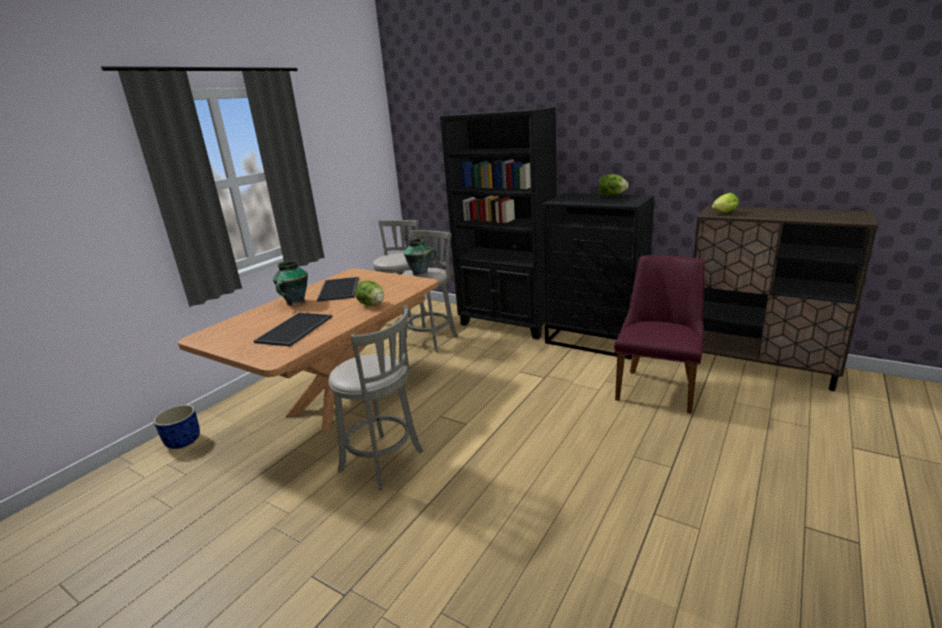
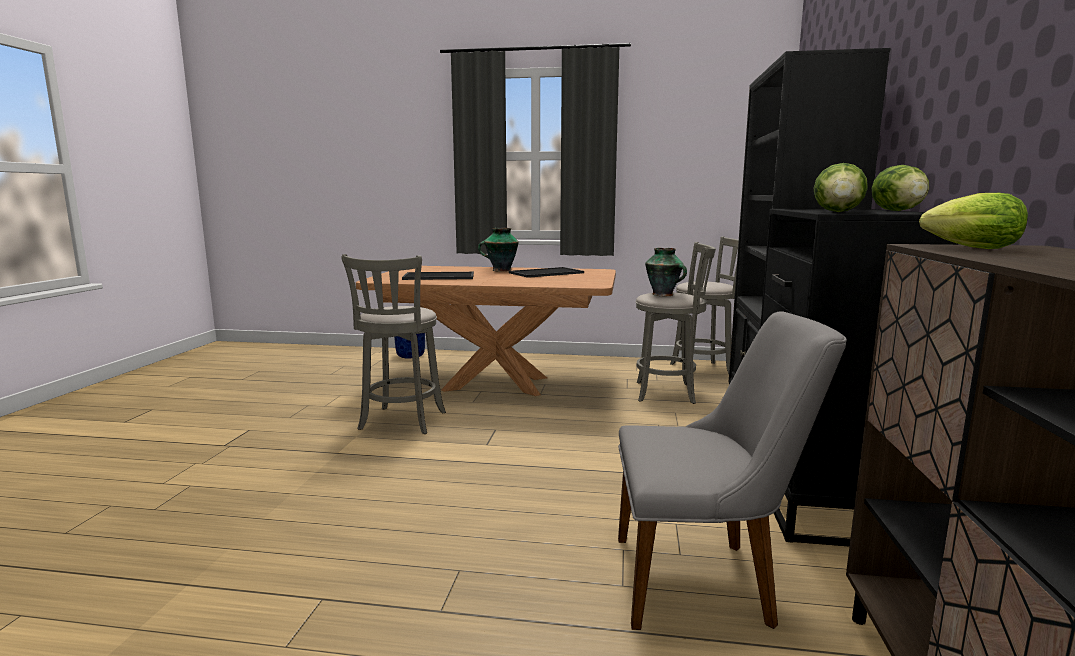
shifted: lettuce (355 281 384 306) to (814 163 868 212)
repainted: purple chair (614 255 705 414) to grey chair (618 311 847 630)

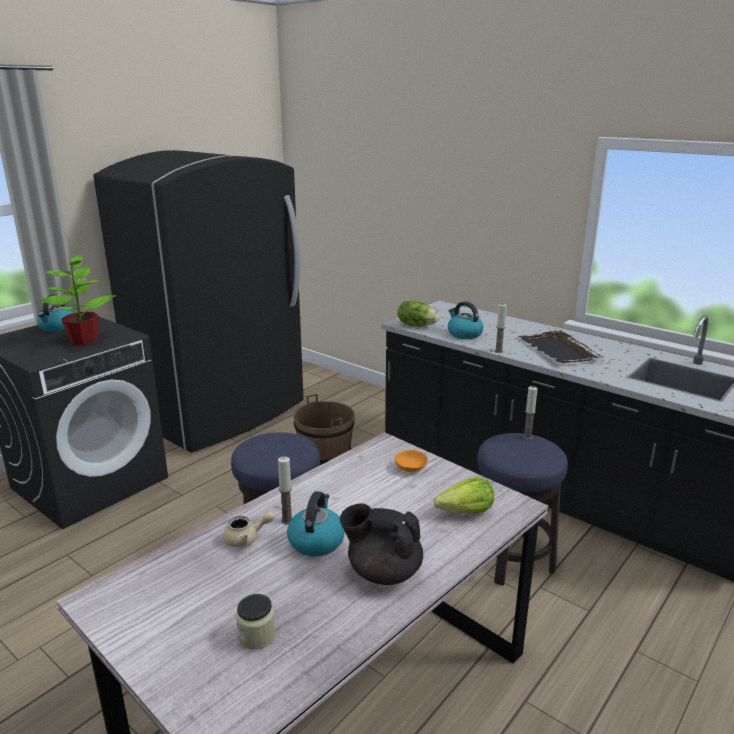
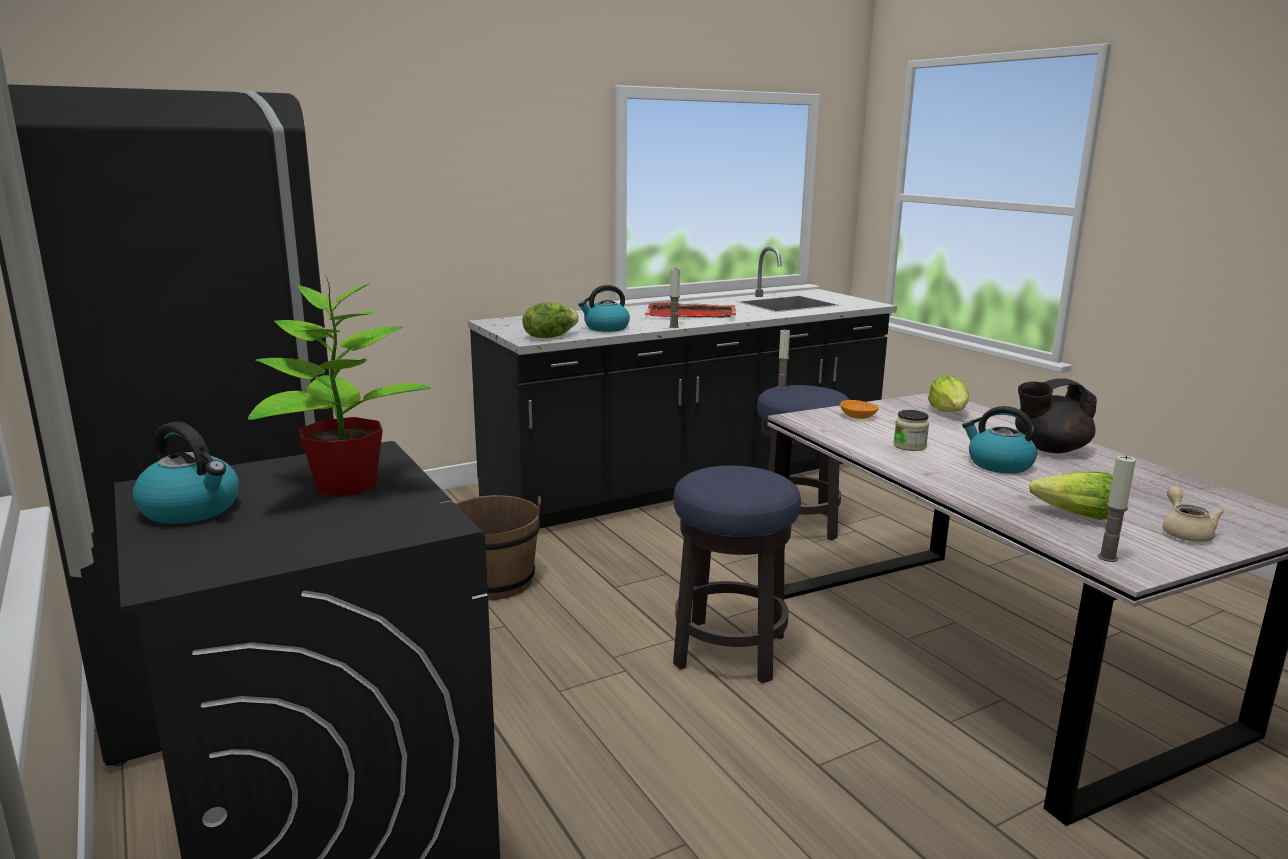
new: lettuce (1029 472 1113 520)
shifted: beige teapot (223 511 275 547) to (1163 487 1225 542); jar (236 594 276 650) to (893 410 929 451); candle (278 457 292 525) to (1098 455 1136 562)
repainted: black tray (518 330 603 363) to red tray (645 303 736 318)
rotated: black teapot (340 504 423 585) = (1015 379 1097 453) 45 degrees clockwise

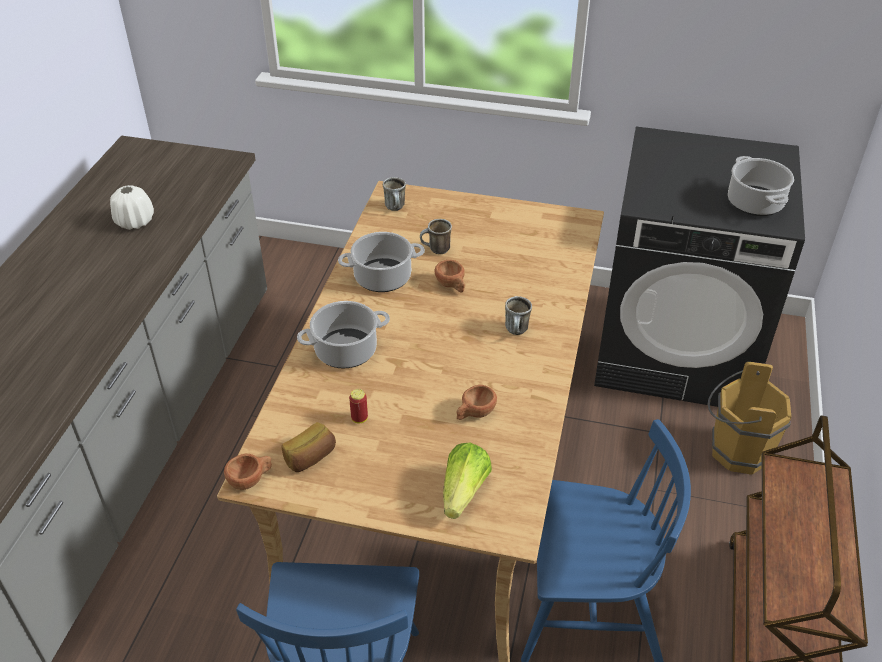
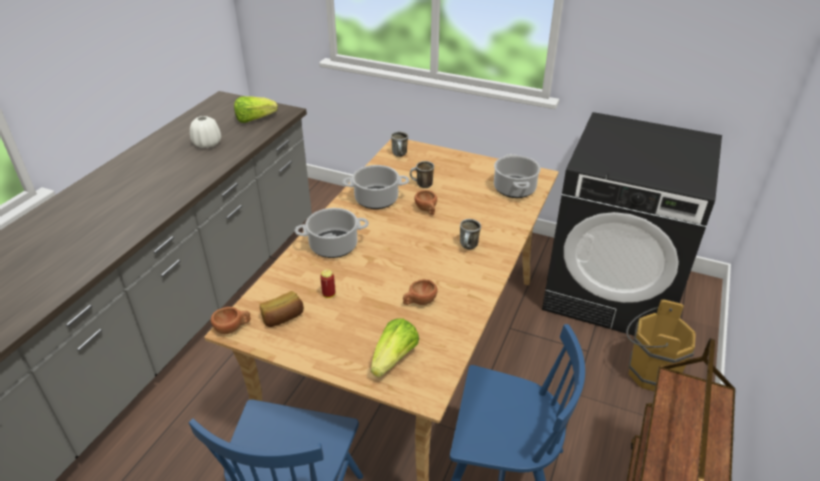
new: lettuce (234 96 278 123)
shifted: cooking pot (728 156 794 216) to (494 154 541 198)

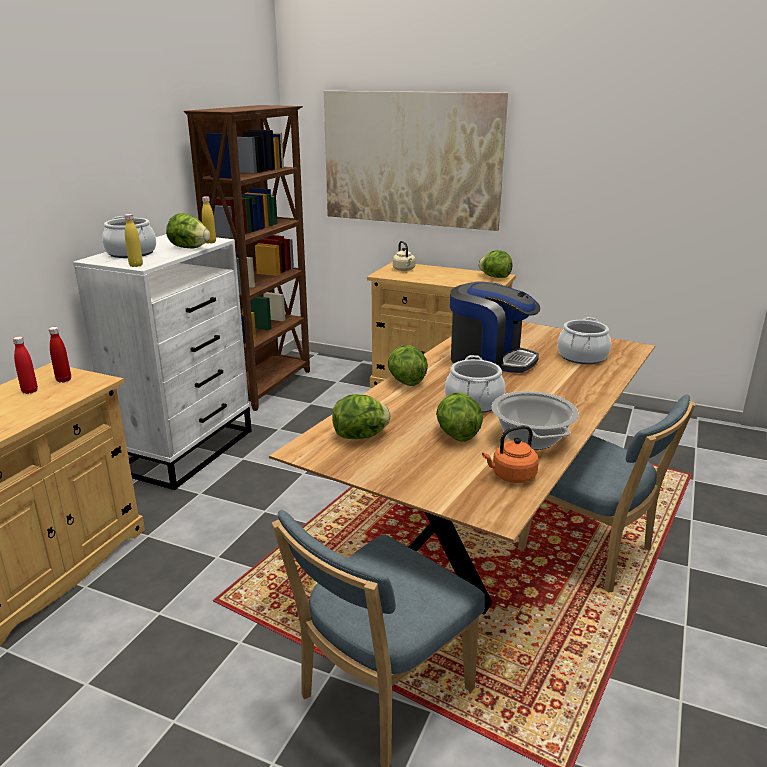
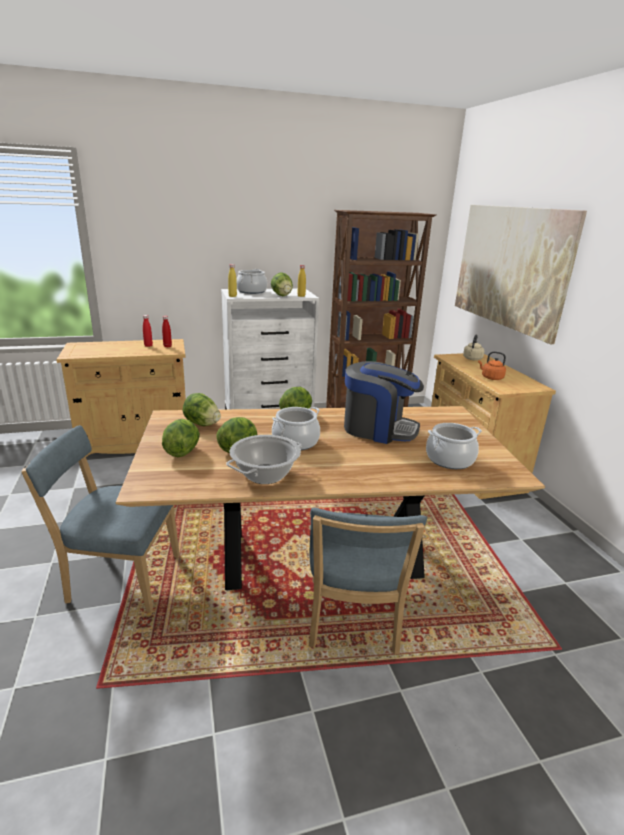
shifted: lettuce (478 250 513 278) to (162 419 200 457); orange kettle (482 425 539 483) to (478 351 506 380)
rotated: coffee machine (450 282 540 373) = (344 361 424 444) 60 degrees counterclockwise

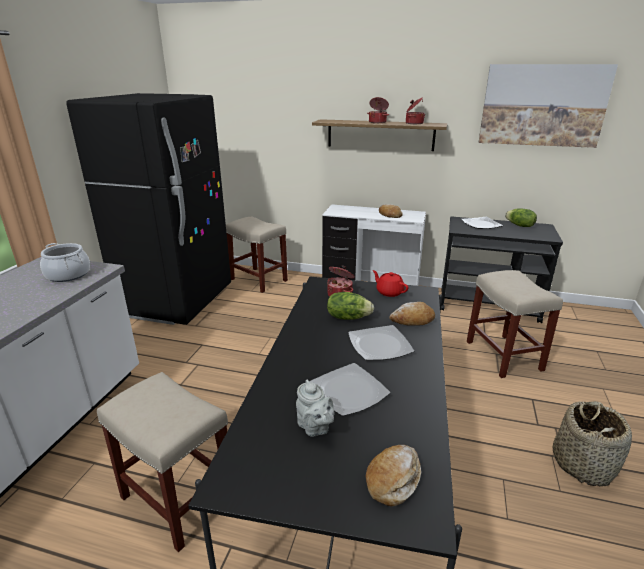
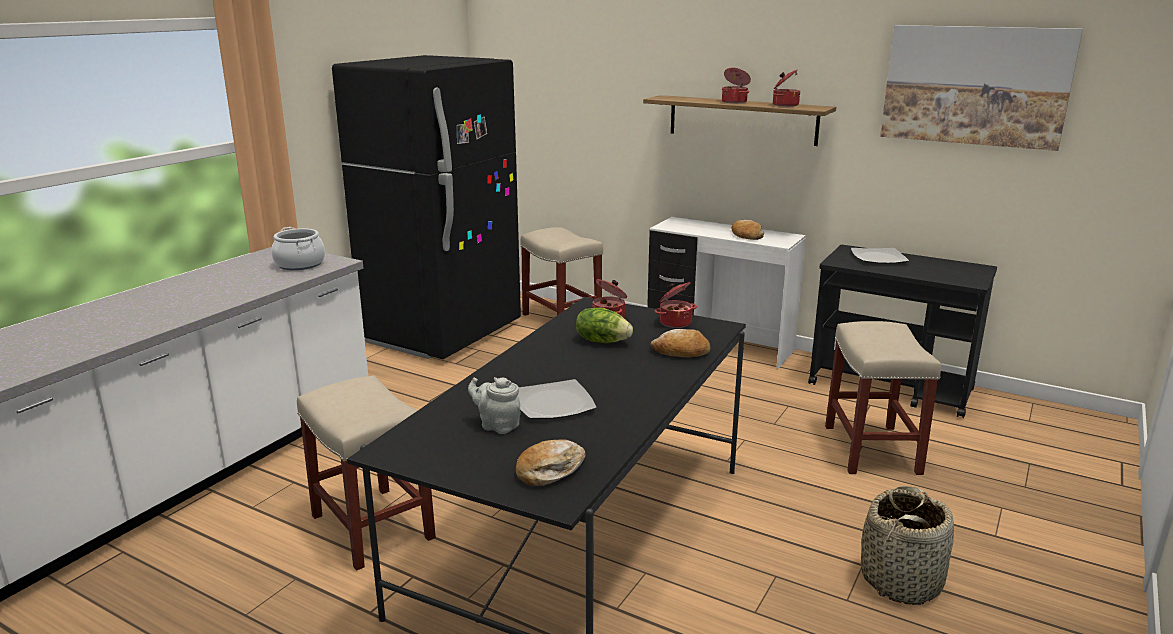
gone: plate (348 325 414 361); lettuce (505 208 537 227)
swapped: red teapot (372 270 409 297) to cooking pot (655 282 697 328)
rotated: grey teapot (296 380 335 437) = (468 377 521 434) 135 degrees clockwise

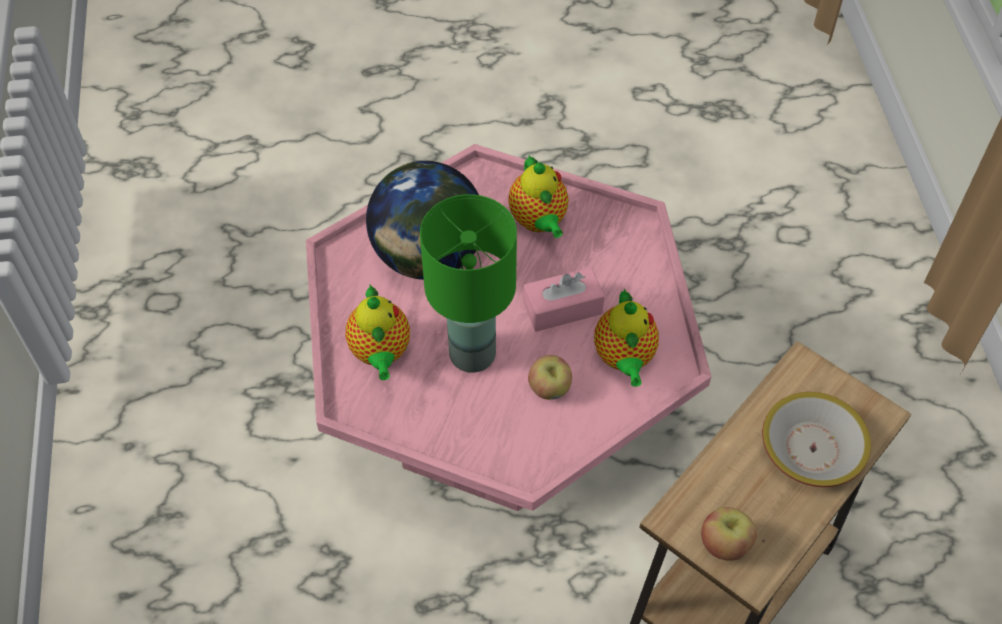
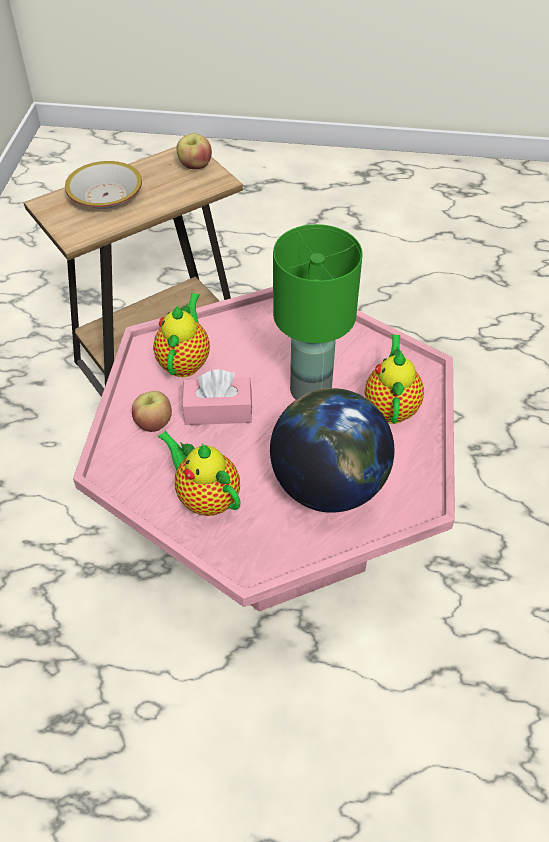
shifted: apple (528 355 572 400) to (132 391 172 432)
rotated: teapot (508 155 569 238) = (158 431 241 516) 45 degrees counterclockwise

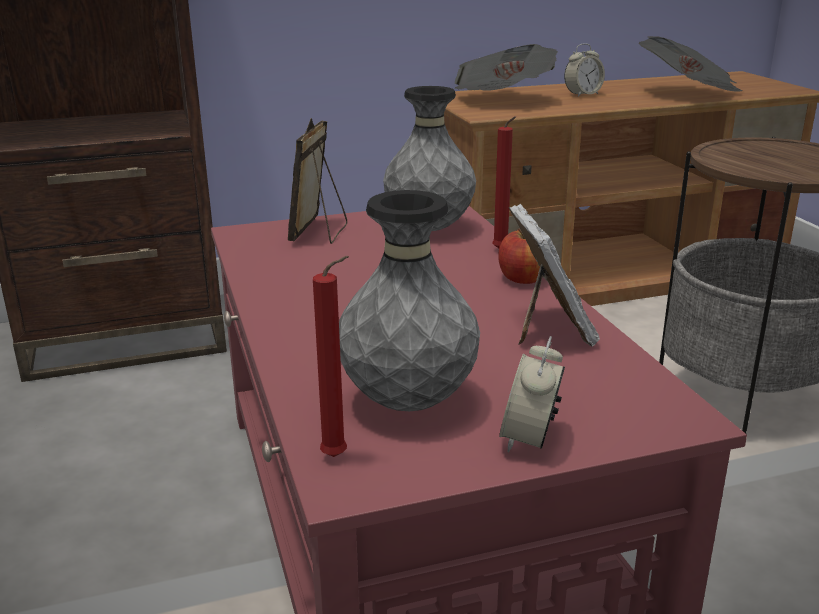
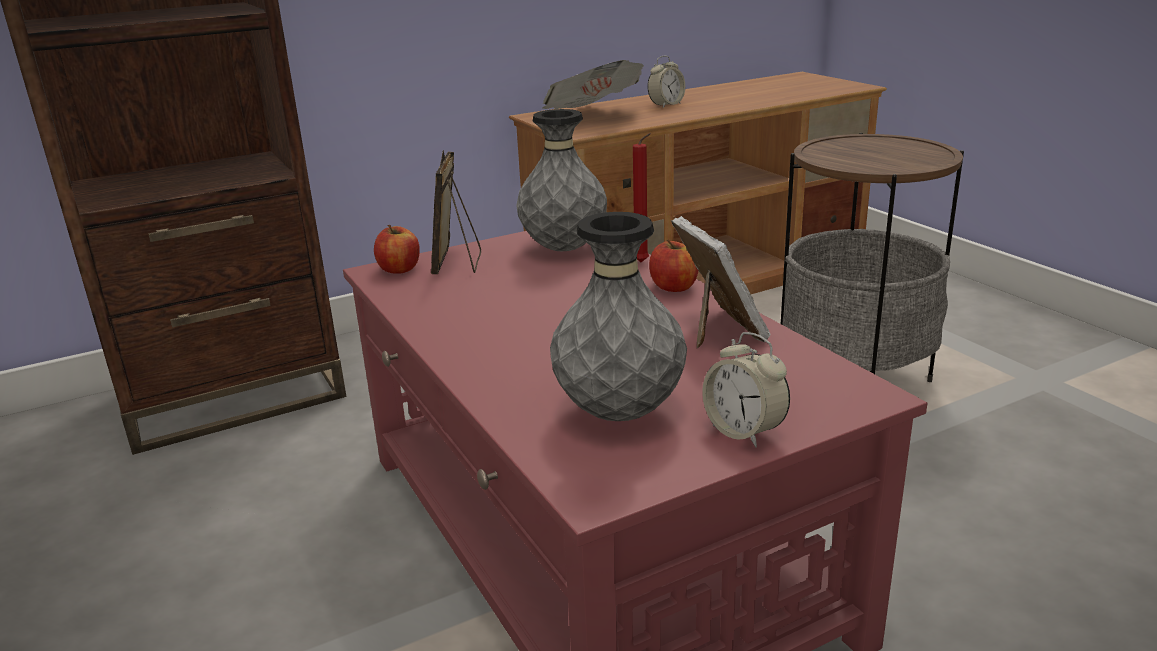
gone: red candle (313 256 349 457); newspaper (639 36 742 92)
new: apple (374 224 420 274)
rotated: alarm clock (499 336 565 453) = (702 332 790 447) 45 degrees counterclockwise

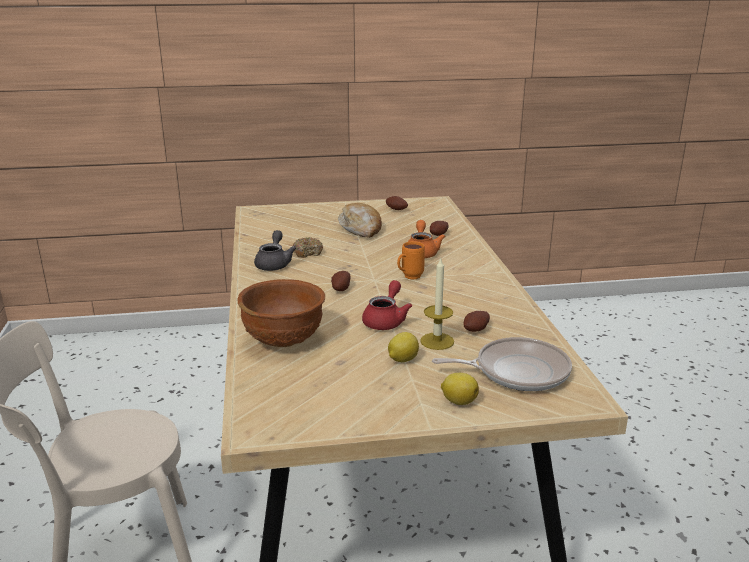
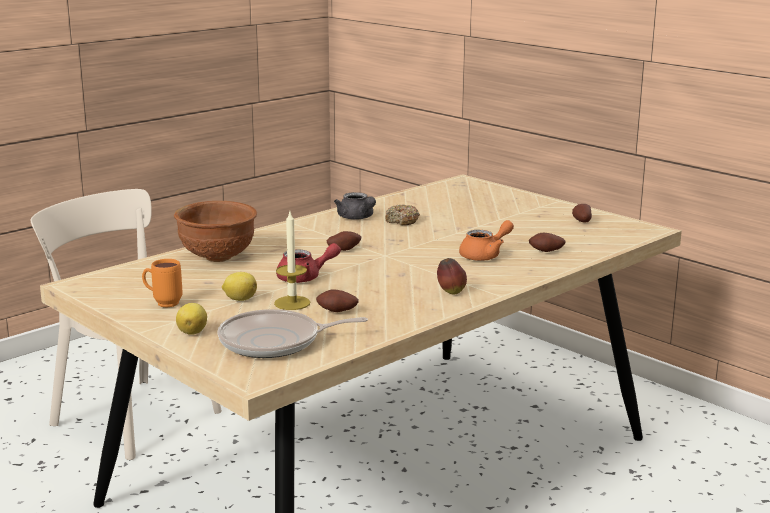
gone: bread (338 203 382 238)
new: apple (437 258 467 294)
shifted: orange mug (397 241 425 280) to (142 259 182 308)
rotated: grey teapot (254 230 296 271) = (334 192 376 220) 90 degrees clockwise; frying pan (432 337 572 391) = (218 309 368 358) 120 degrees clockwise

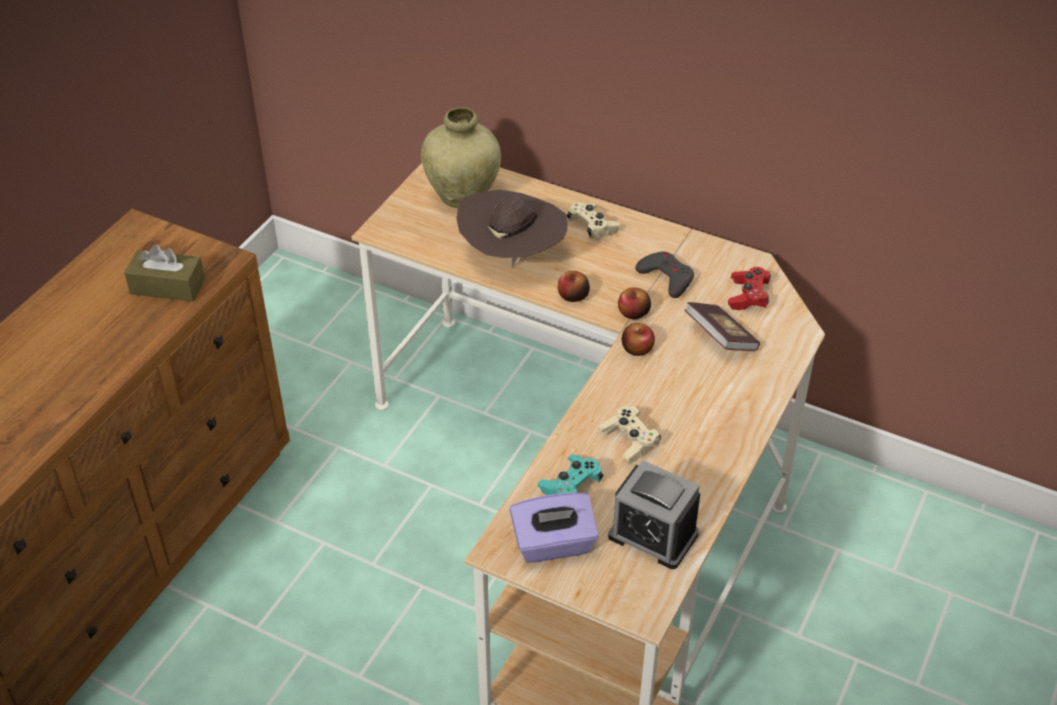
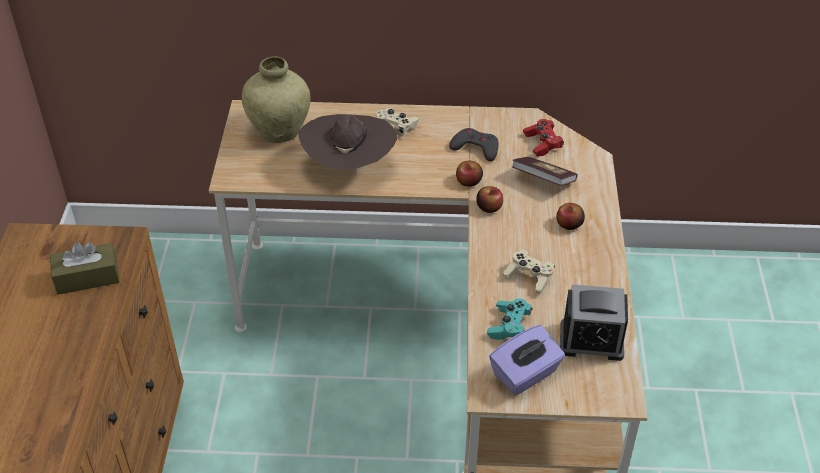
shifted: apple (558 271 590 302) to (556 203 585 230)

